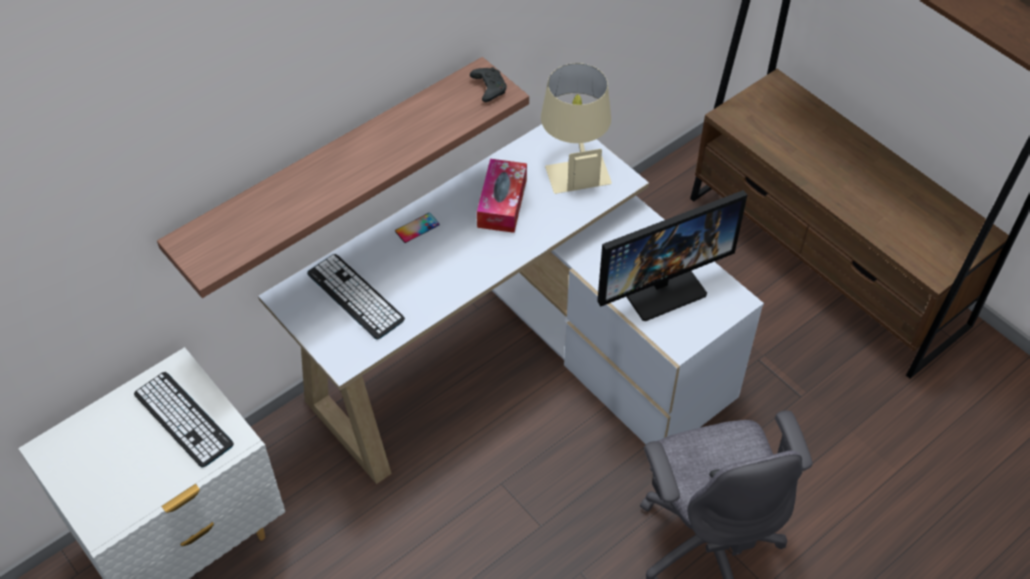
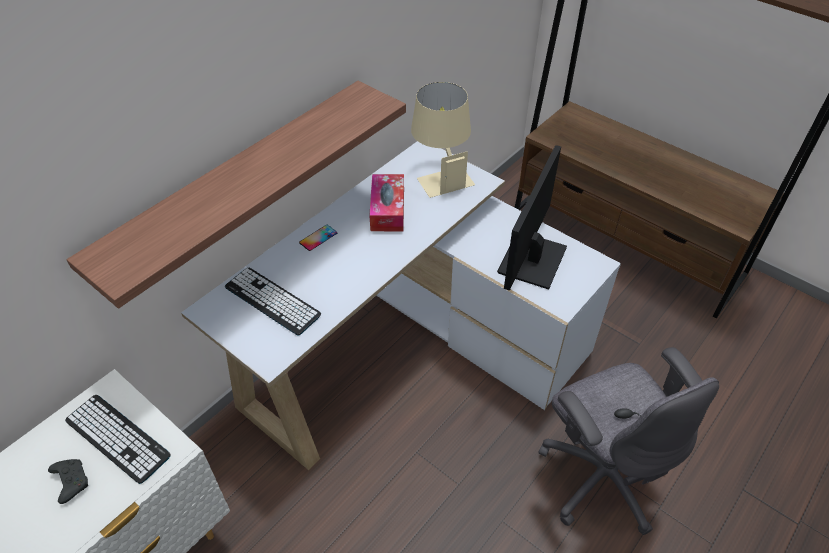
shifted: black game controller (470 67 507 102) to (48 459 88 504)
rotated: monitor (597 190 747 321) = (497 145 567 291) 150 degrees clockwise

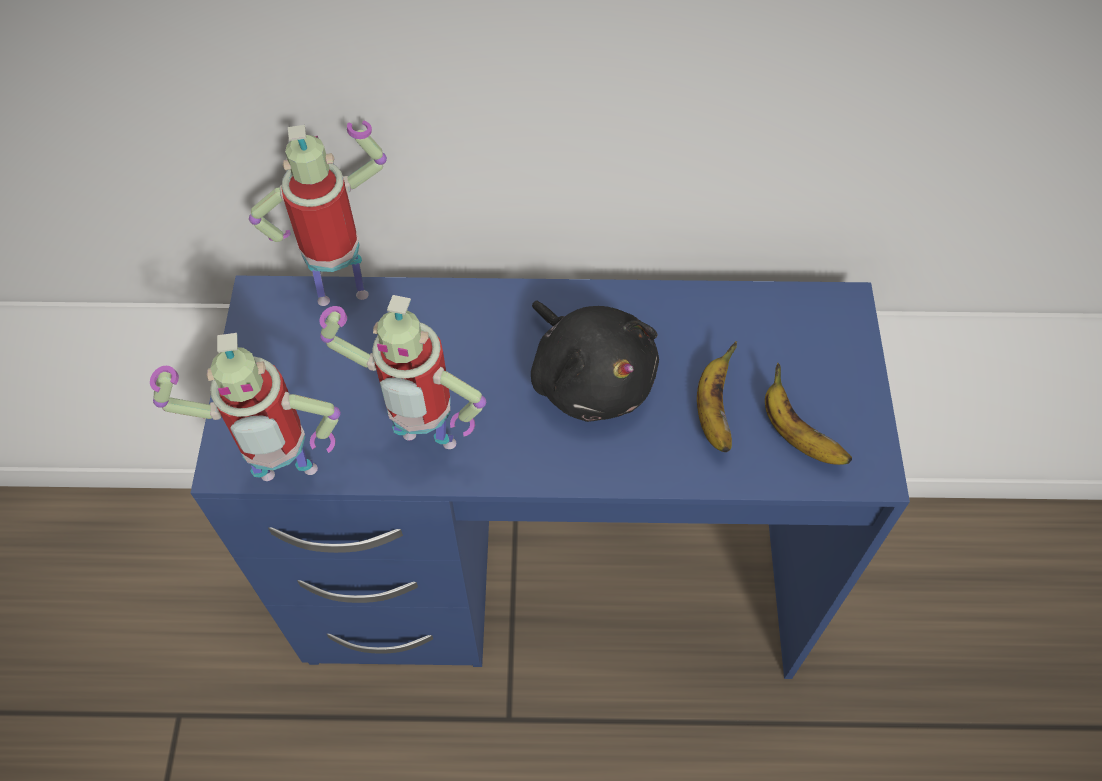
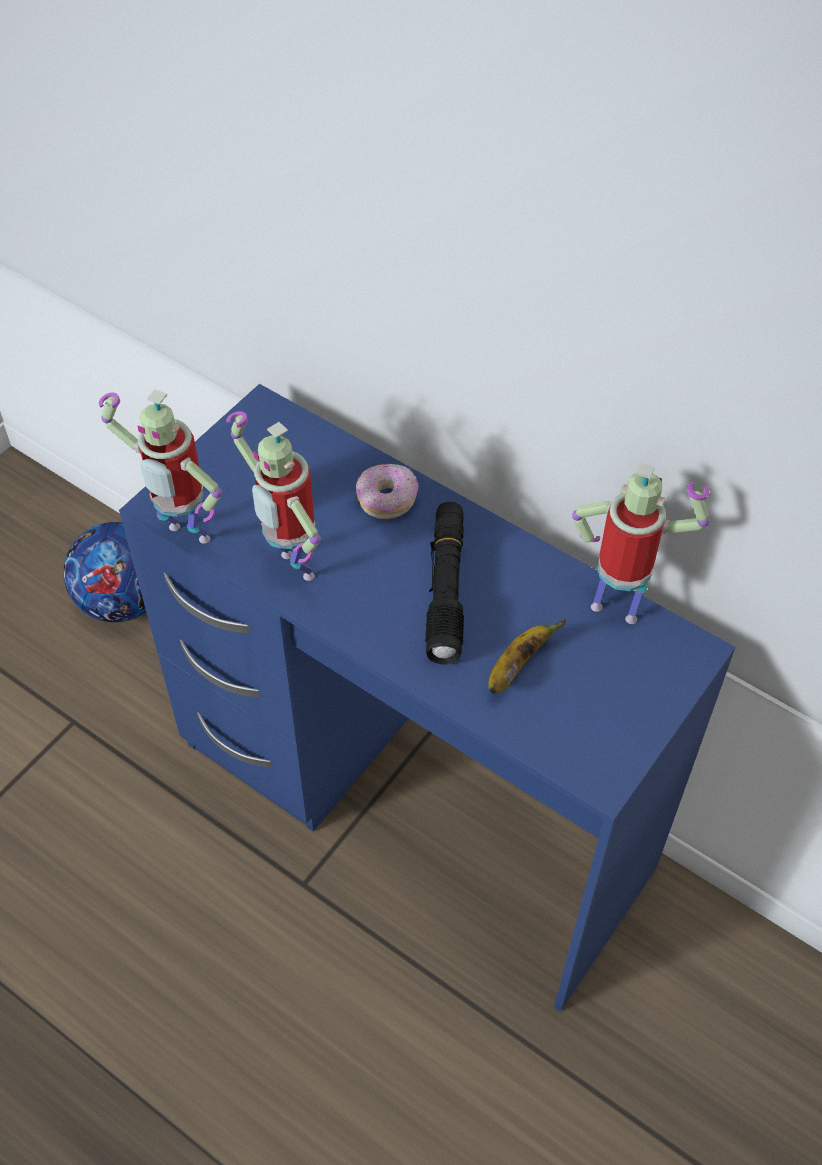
gone: banana (765 362 852 465)
new: football (63 522 146 623); donut (356 464 419 519)
shifted: toy robot (249 120 387 306) to (572 463 709 624)
swapped: black plush toy (531 300 659 422) to black flashlight (425 502 464 664)

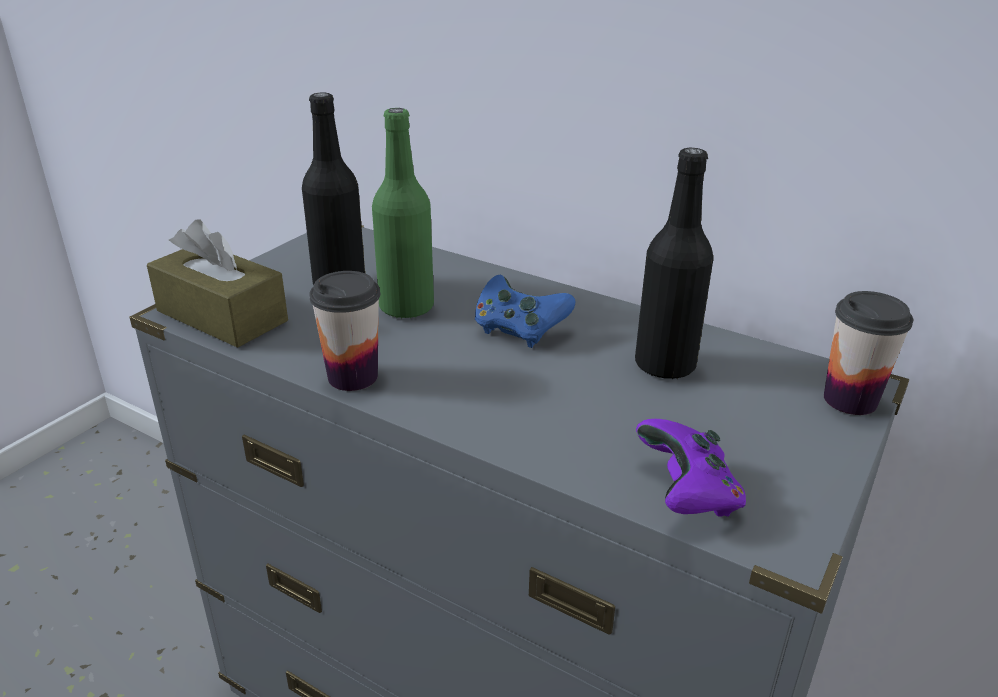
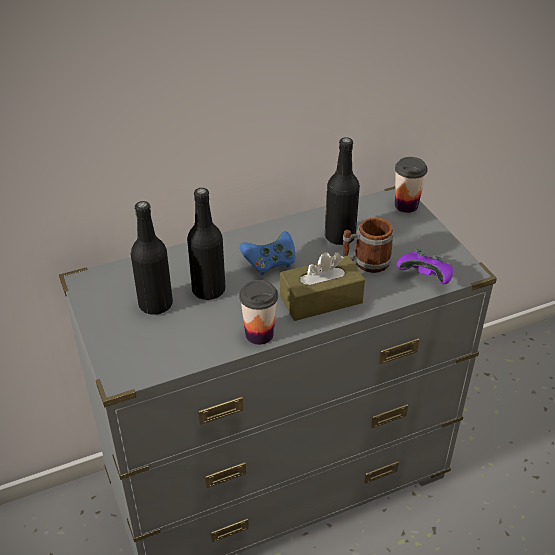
new: mug (343 218 394 273)
shifted: brown tissue box (147 219 288 348) to (280 252 365 321)
repainted: green bottle (372 108 434 319) to black bottle (187 188 226 300)

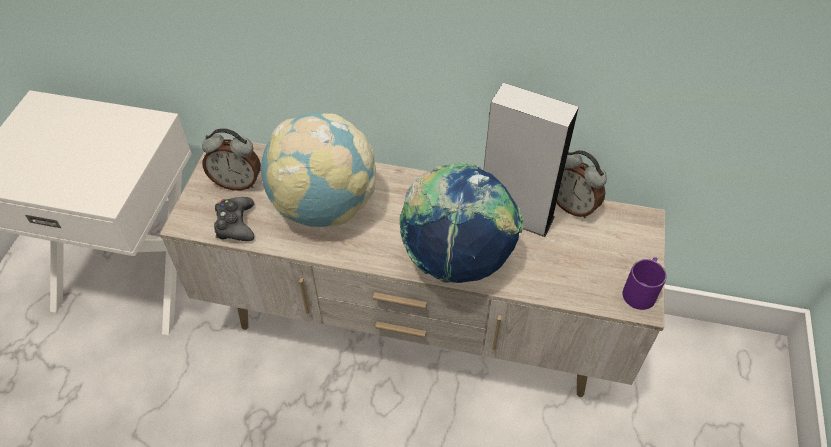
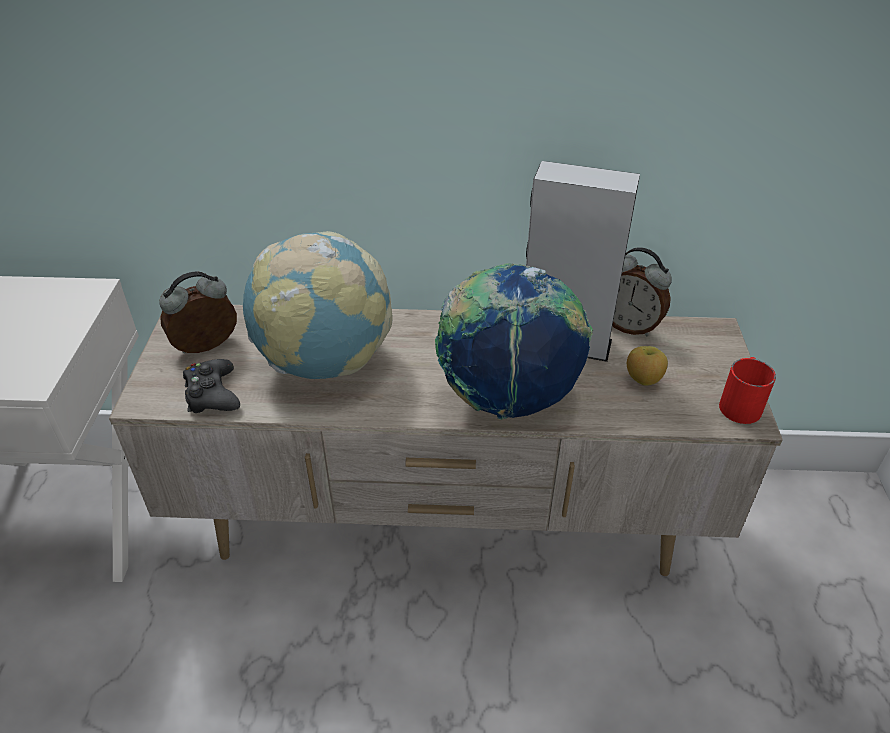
new: apple (627 346 668 385)
repainted: purple mug (623 257 667 310) to red mug (719 357 776 424)
rotated: alarm clock (202 128 261 191) = (159 271 237 353) 150 degrees clockwise

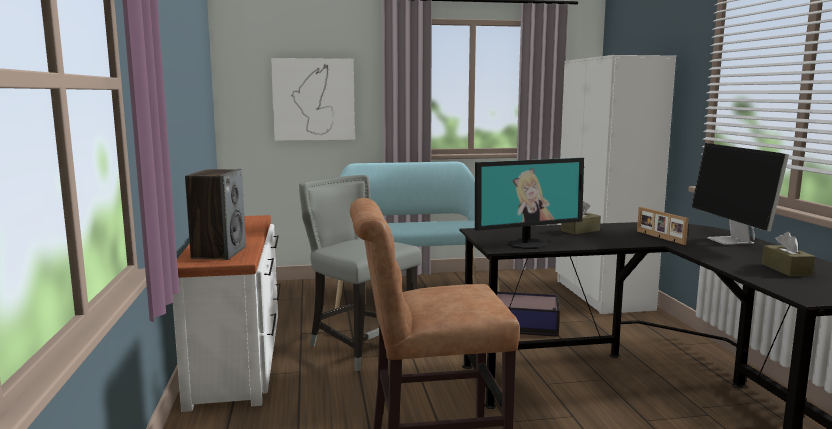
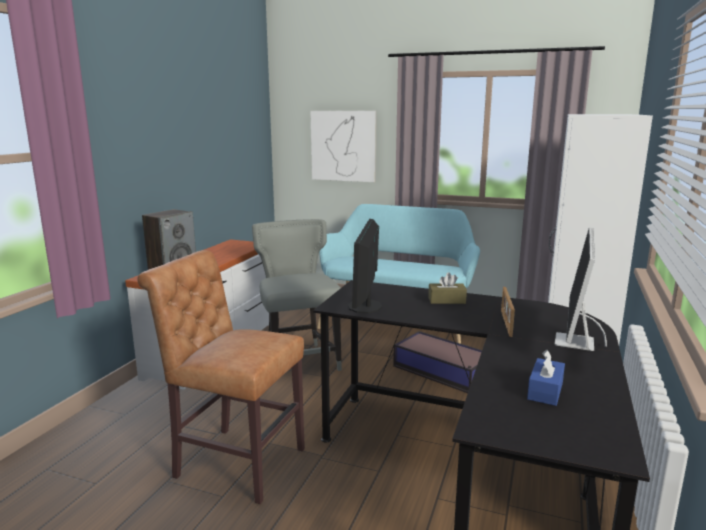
repainted: brown tissue box (762 232 815 276) to blue tissue box (527 350 565 406)
rotated: monitor (475 158 584 249) = (348 219 382 313) 90 degrees clockwise

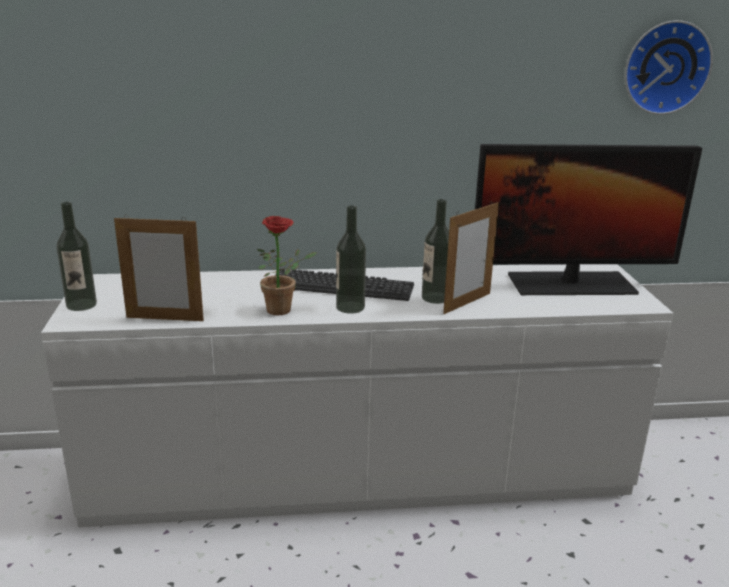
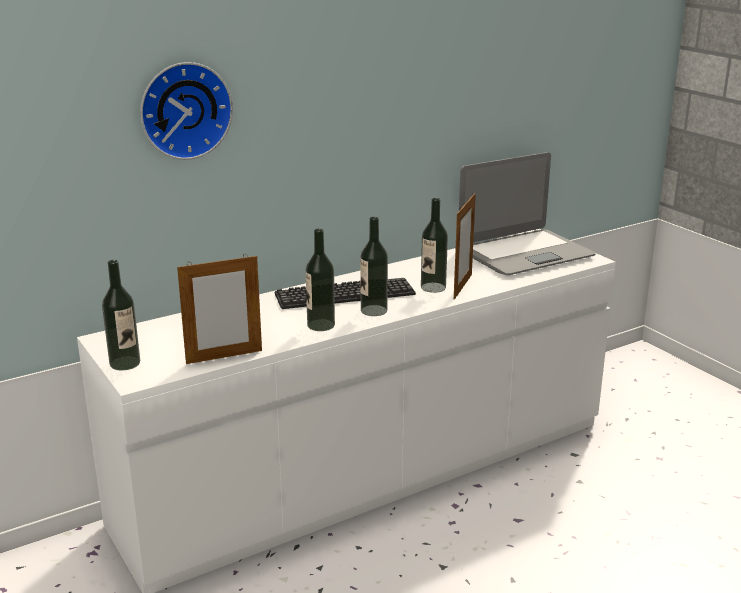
shifted: wall clock (625 20 713 115) to (140 62 233 160)
swapped: potted plant (257 216 317 315) to bottle (306 229 335 331); monitor (475 144 702 295) to laptop (459 152 596 275)

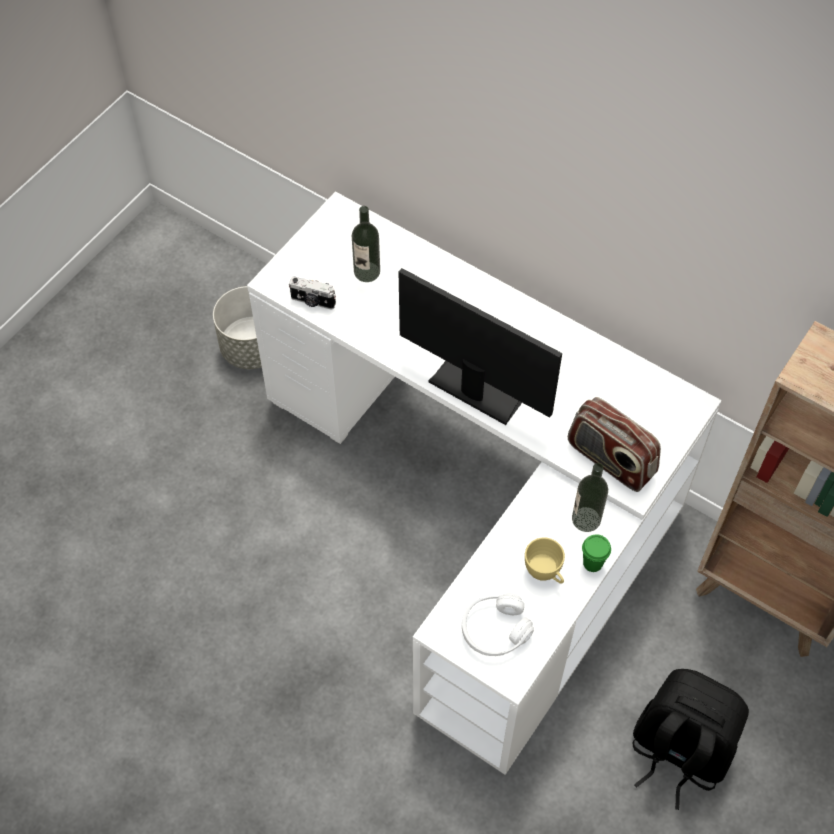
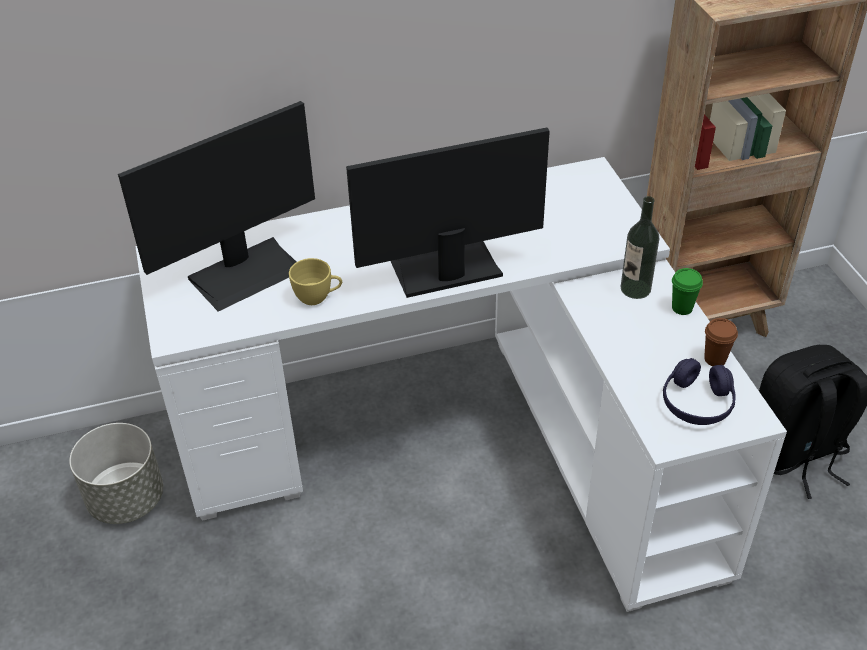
gone: photo camera (289 276 336 310); radio (568 397 661 492)
new: brown cup (704 318 738 366)
shifted: yellow cup (525 537 565 584) to (289 258 342 305)
swapped: bottle (352 206 380 282) to monitor (118 101 315 312)
repainted: white headphones (462 593 534 656) to purple headphones (663 358 736 425)

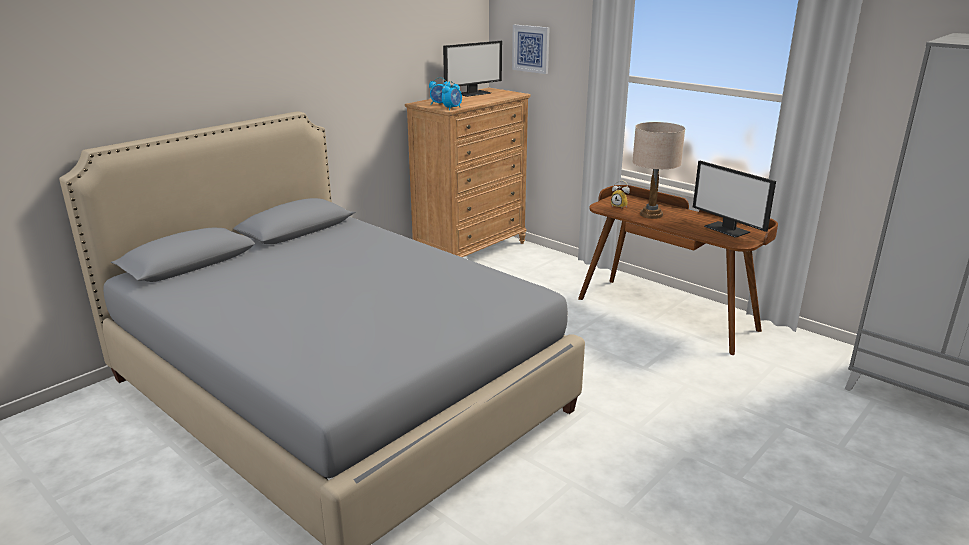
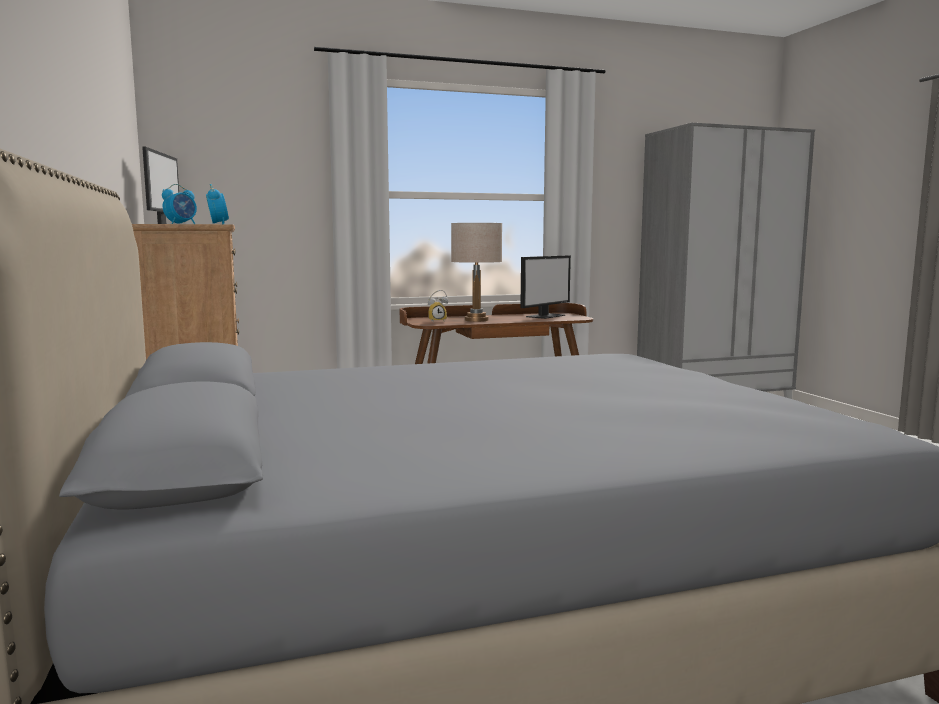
gone: picture (512 25 550 74)
rotated: monitor (693 161 776 238) = (520 255 571 319) 45 degrees counterclockwise

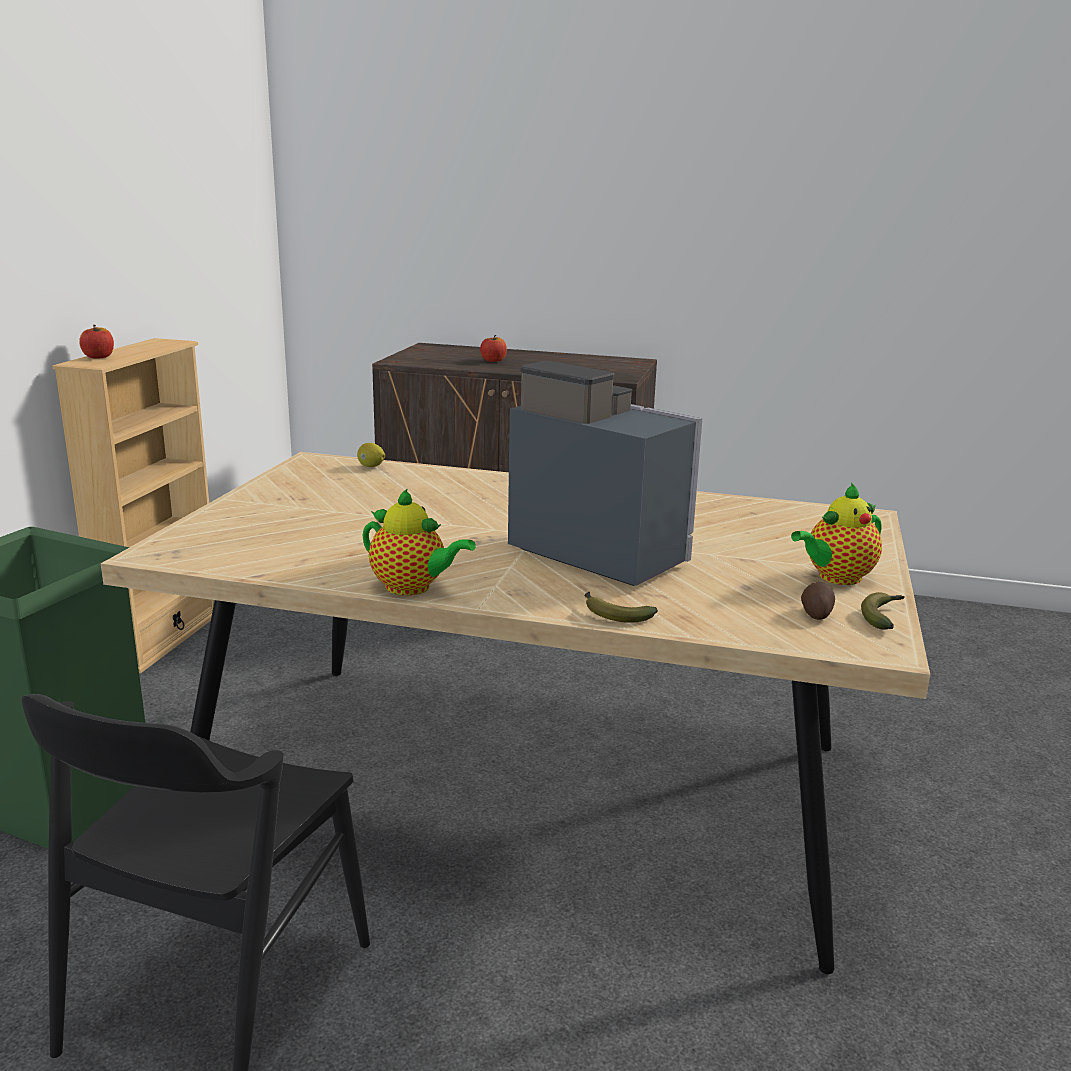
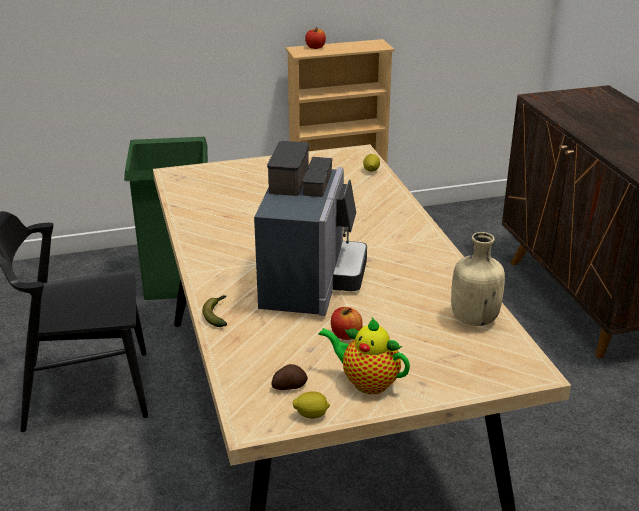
gone: teapot (362 488 476 595)
new: beige bottle (451 232 505 326)
shifted: apple (480 335 507 362) to (331 307 363 340)
swapped: banana (861 592 905 630) to lemon (293 391 330 419)

